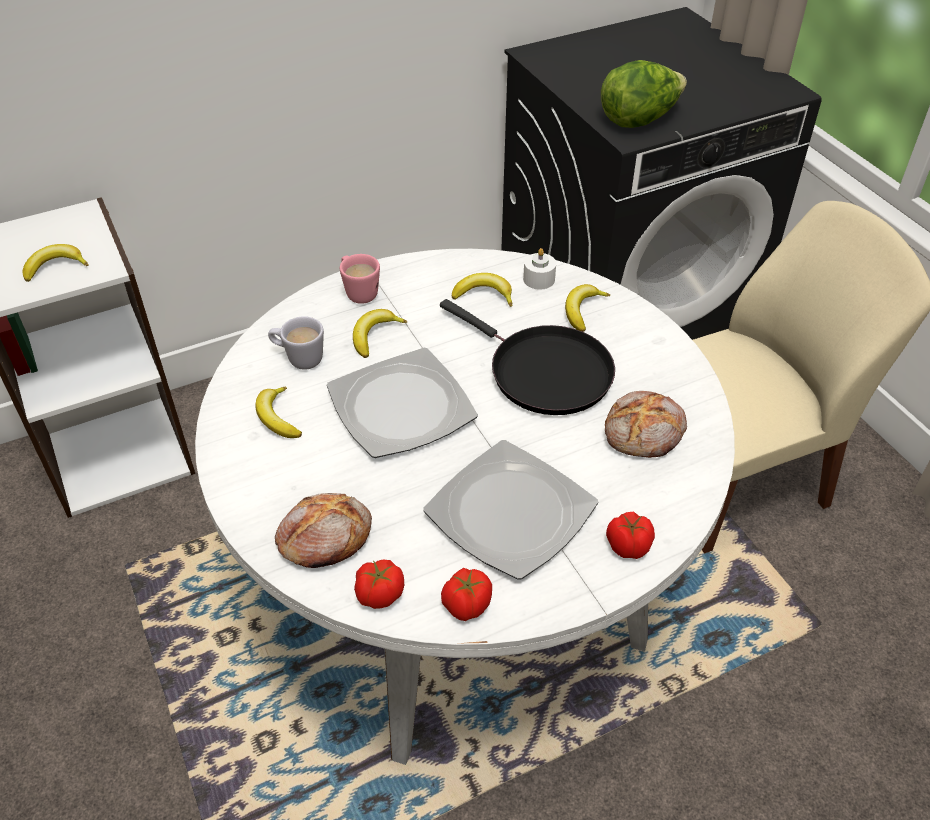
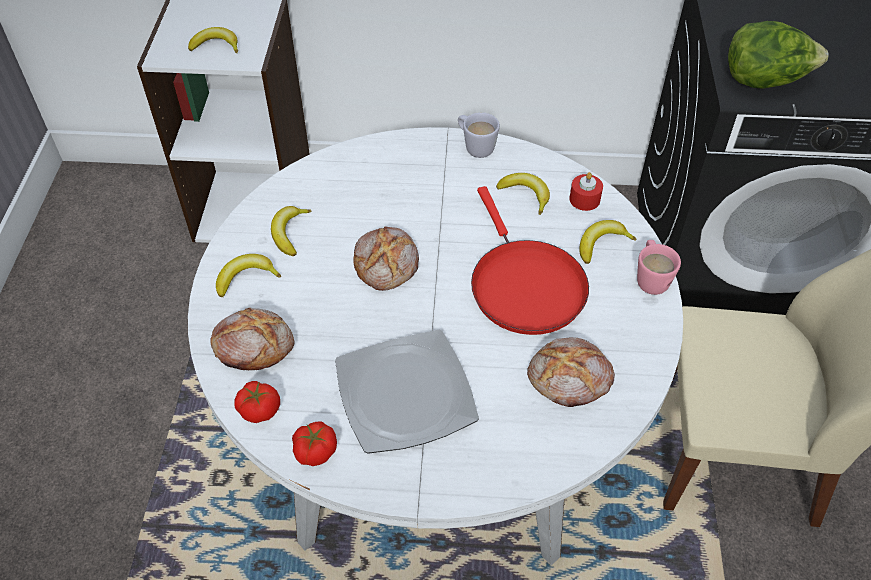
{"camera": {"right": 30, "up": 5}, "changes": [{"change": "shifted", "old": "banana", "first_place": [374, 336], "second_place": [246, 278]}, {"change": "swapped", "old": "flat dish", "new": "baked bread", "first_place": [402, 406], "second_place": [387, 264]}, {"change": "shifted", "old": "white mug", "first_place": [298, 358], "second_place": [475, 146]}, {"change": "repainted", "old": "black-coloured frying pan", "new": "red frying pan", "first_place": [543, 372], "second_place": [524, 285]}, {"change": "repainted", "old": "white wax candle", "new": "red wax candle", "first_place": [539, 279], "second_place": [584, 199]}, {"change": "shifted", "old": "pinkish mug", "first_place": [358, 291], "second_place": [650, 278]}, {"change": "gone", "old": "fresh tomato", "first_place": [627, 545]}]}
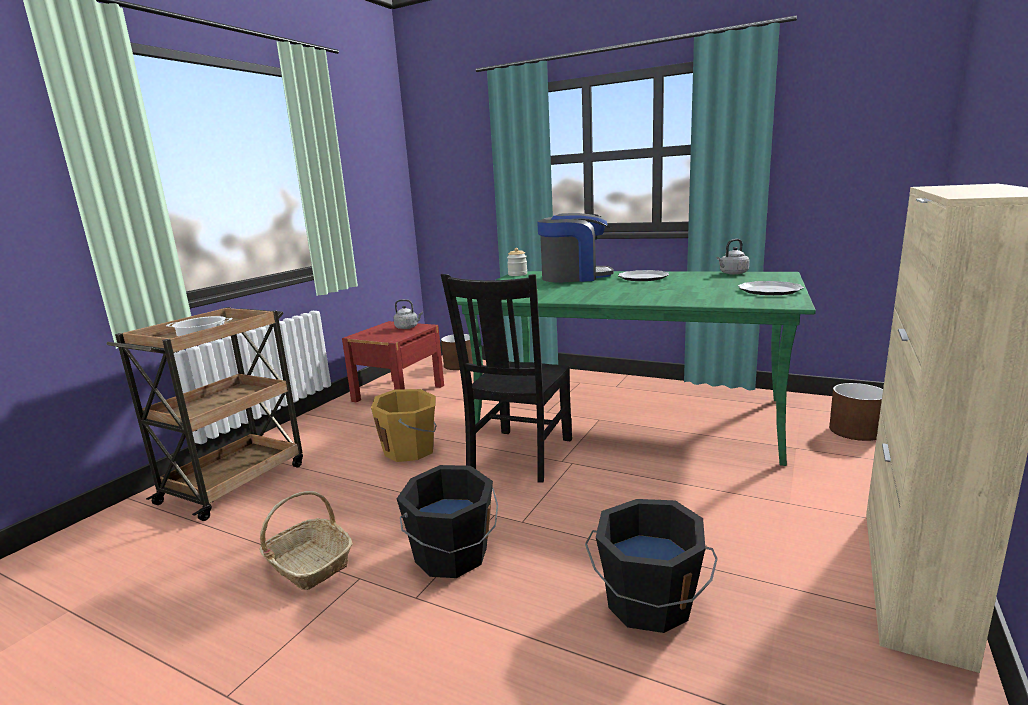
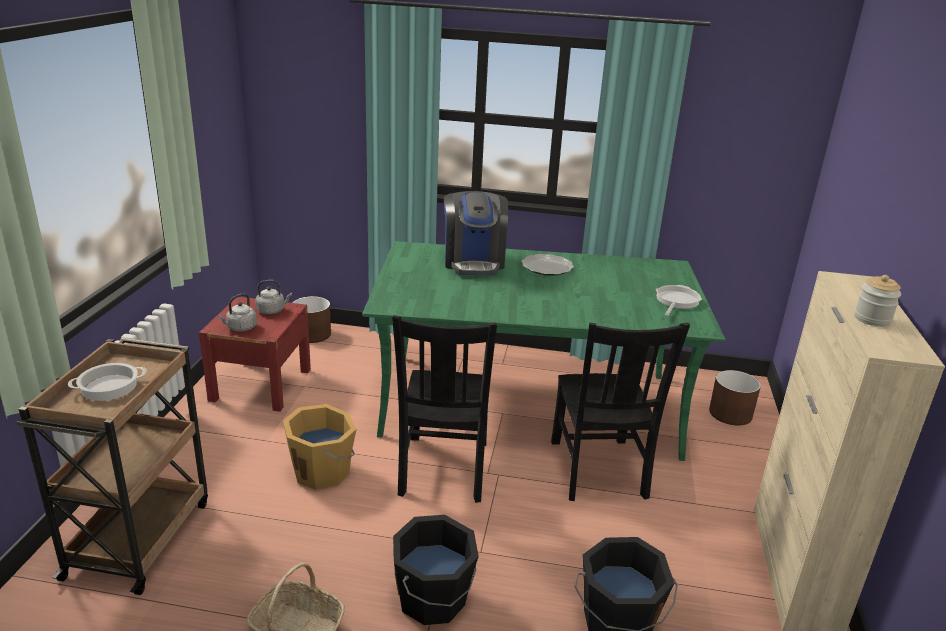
{"camera": {"right": -20, "up": 10}, "changes": [{"change": "shifted", "old": "greyish tea kettle", "first_place": [732, 273], "second_place": [240, 328]}, {"change": "rotated", "old": "coffee brewer", "first_place": [575, 277], "second_place": [474, 262], "degrees": 105}, {"change": "new", "new": "black-coloured chair", "second_place": [598, 471]}, {"change": "swapped", "old": "flat dish", "new": "frying pan", "first_place": [769, 290], "second_place": [676, 301]}, {"change": "shifted", "old": "preserve jar", "first_place": [517, 274], "second_place": [872, 319]}]}
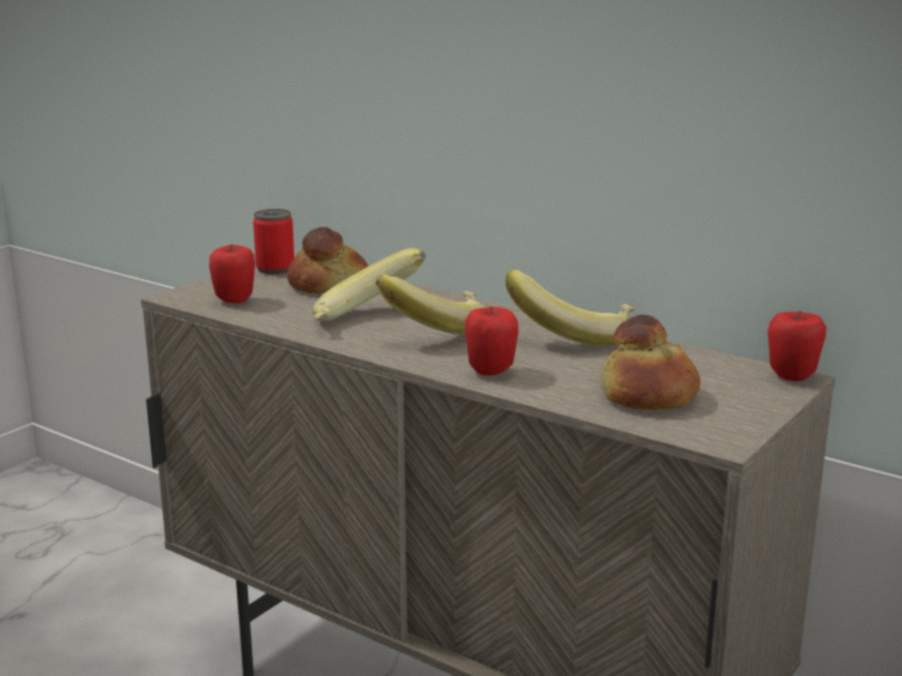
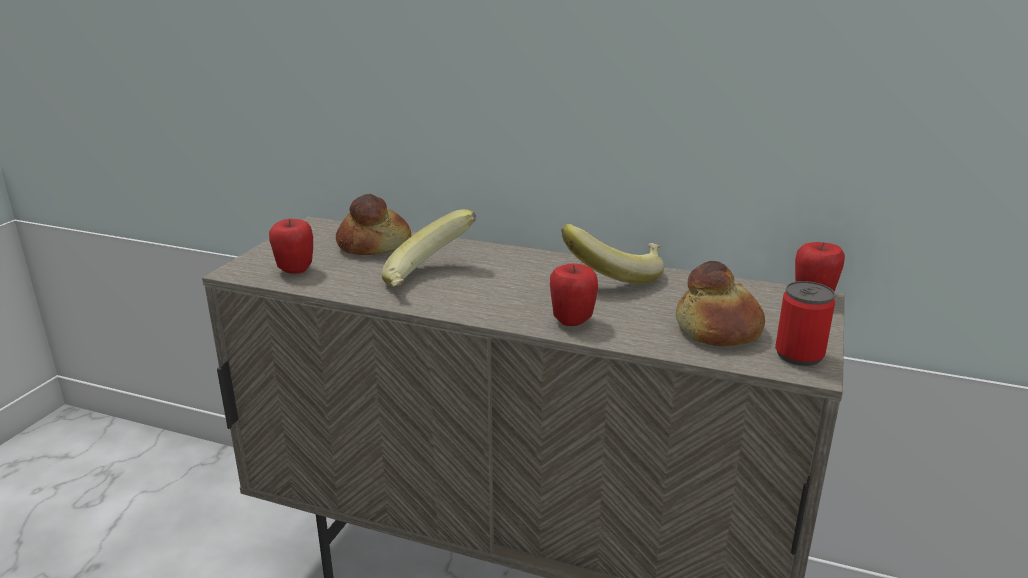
{"camera": {"right": -15, "up": 5}, "changes": [{"change": "shifted", "old": "can", "first_place": [275, 269], "second_place": [799, 355]}, {"change": "gone", "old": "banana", "first_place": [435, 330]}]}
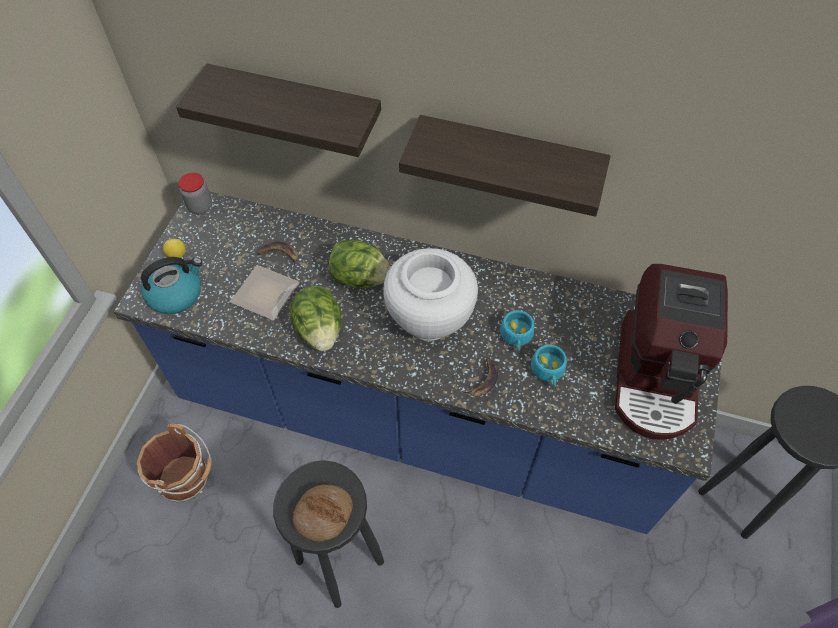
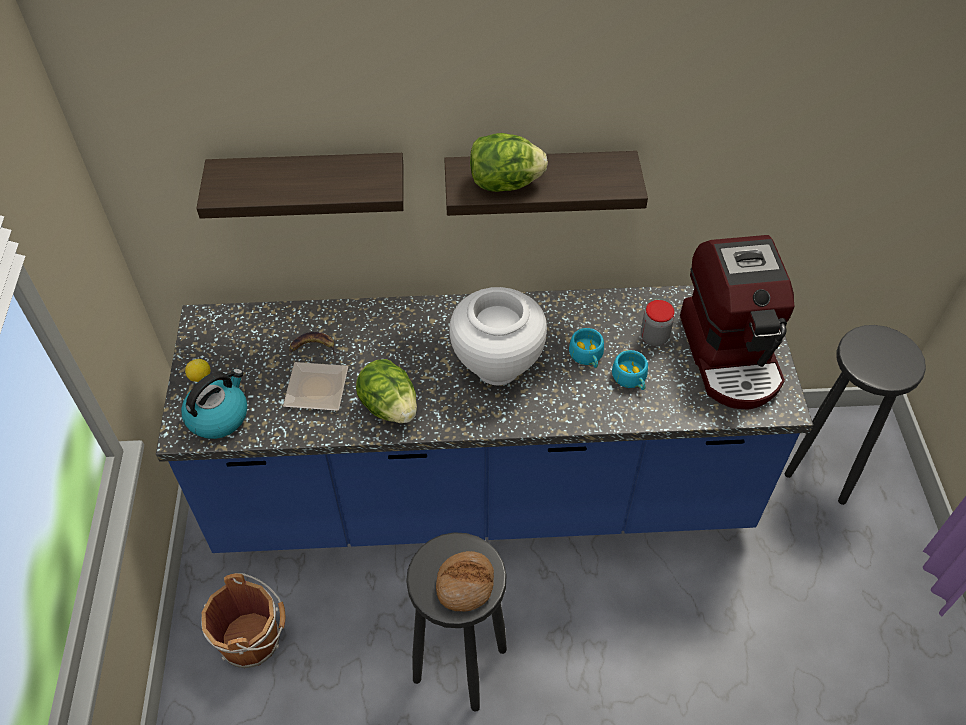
{"camera": {"right": -20, "up": -5}, "changes": [{"change": "shifted", "old": "lettuce", "first_place": [360, 278], "second_place": [504, 183]}, {"change": "shifted", "old": "preserve jar", "first_place": [200, 207], "second_place": [654, 337]}, {"change": "gone", "old": "banana", "first_place": [483, 380]}]}
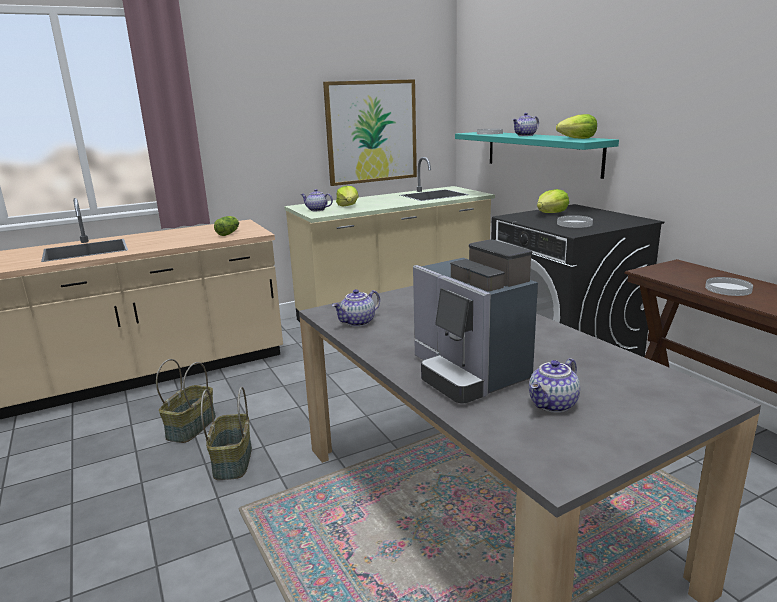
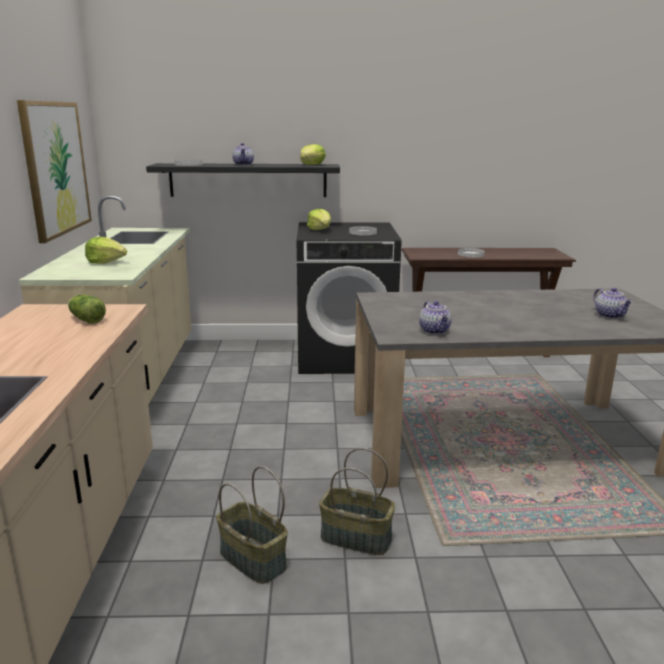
{"camera": {"right": -65, "up": 0}, "changes": [{"change": "repainted", "old": "turquoise-coloured bracket shelf", "new": "black-coloured bracket shelf", "first_place": [541, 152], "second_place": [248, 180]}, {"change": "gone", "old": "tea pot", "first_place": [316, 210]}, {"change": "gone", "old": "coffee brewer", "first_place": [468, 373]}]}
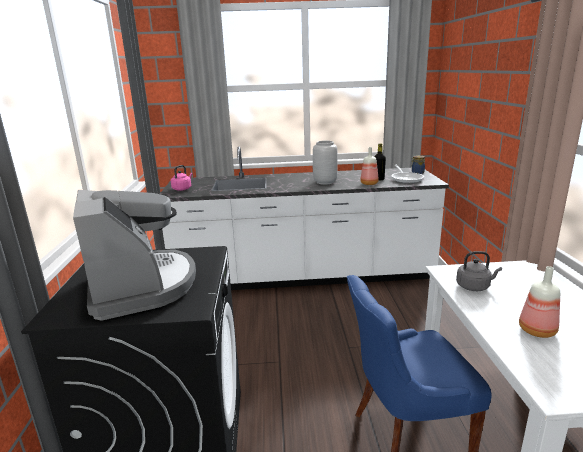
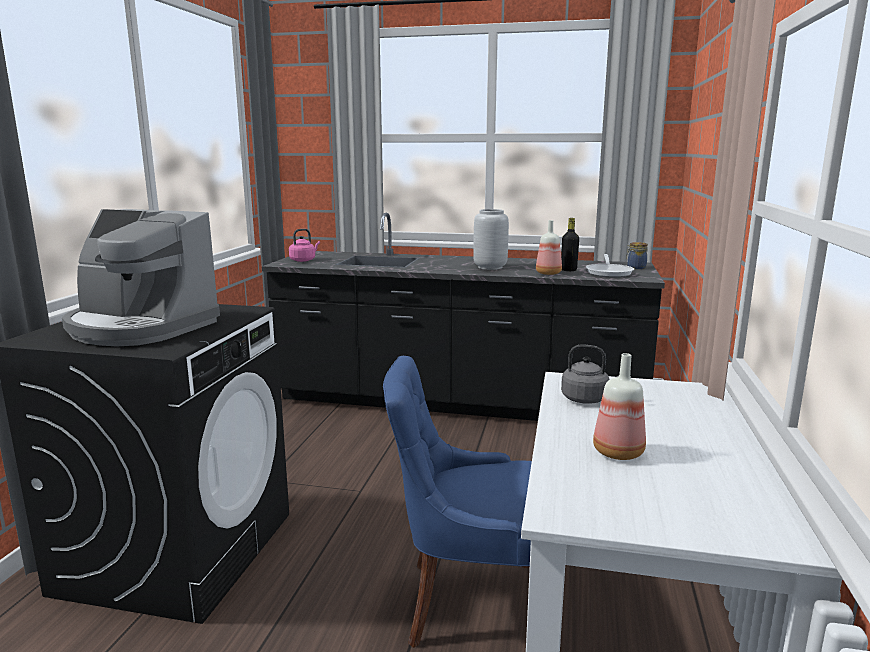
{"camera": {"right": 15, "up": -5}, "changes": [{"change": "rotated", "old": "coffee brewer", "first_place": [141, 286], "second_place": [140, 327], "degrees": 120}, {"change": "repainted", "old": "white kitchen counter", "new": "black-coloured kitchen counter", "first_place": [303, 276], "second_place": [458, 402]}]}
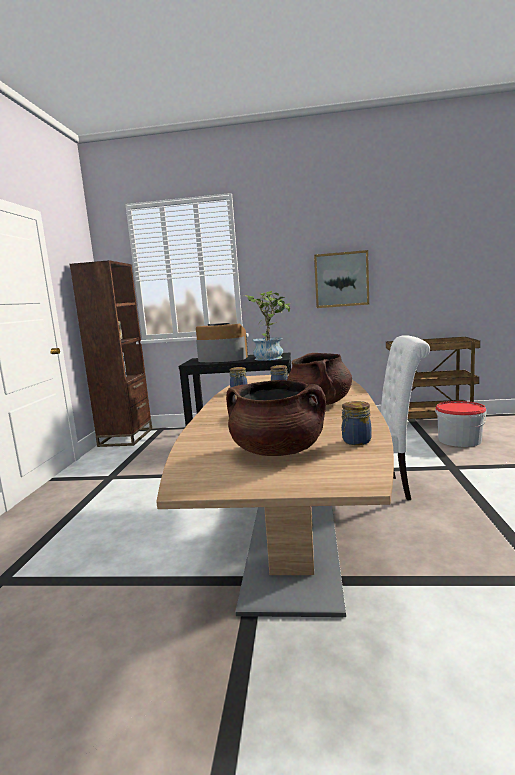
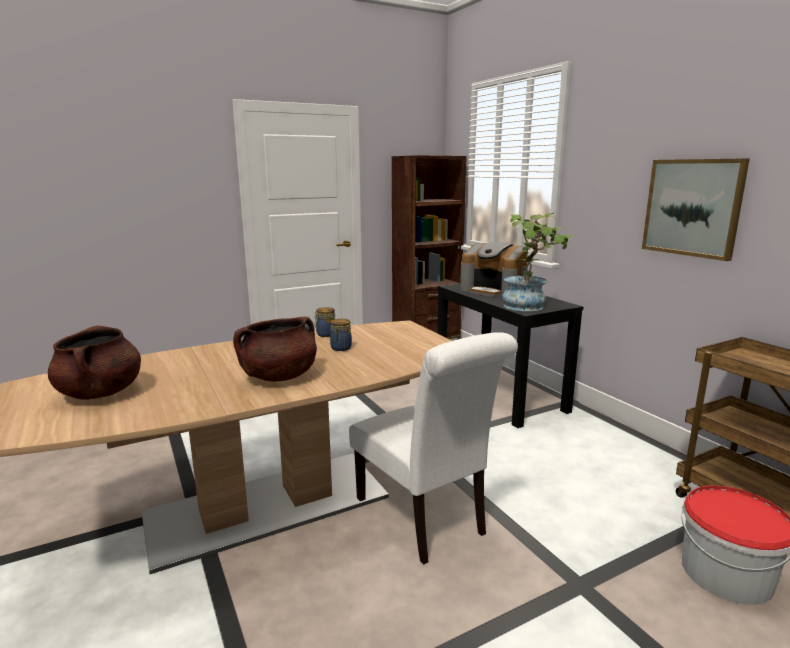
{"camera": {"right": 55, "up": 5}, "changes": [{"change": "rotated", "old": "coffee brewer", "first_place": [222, 359], "second_place": [494, 291], "degrees": 150}, {"change": "gone", "old": "preserve jar", "first_place": [355, 441]}]}
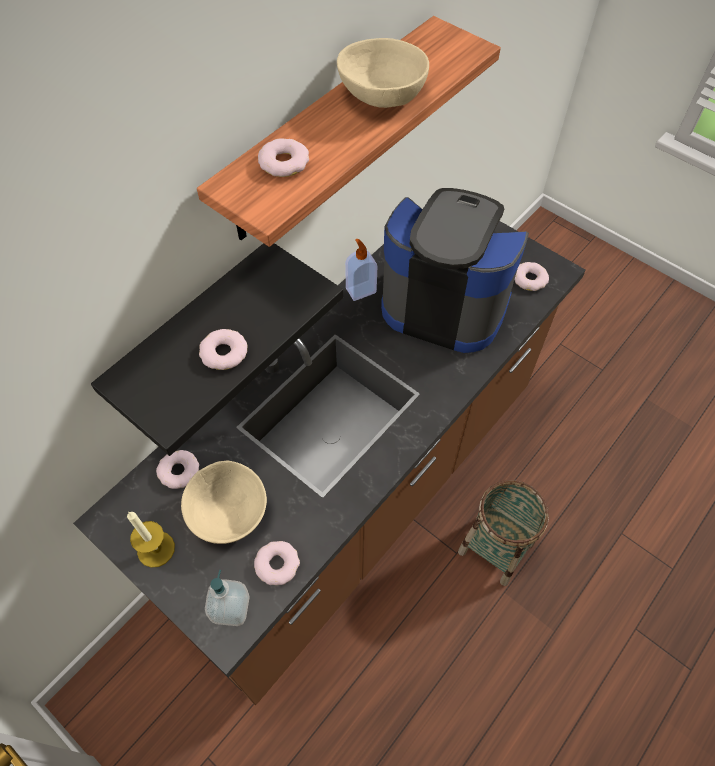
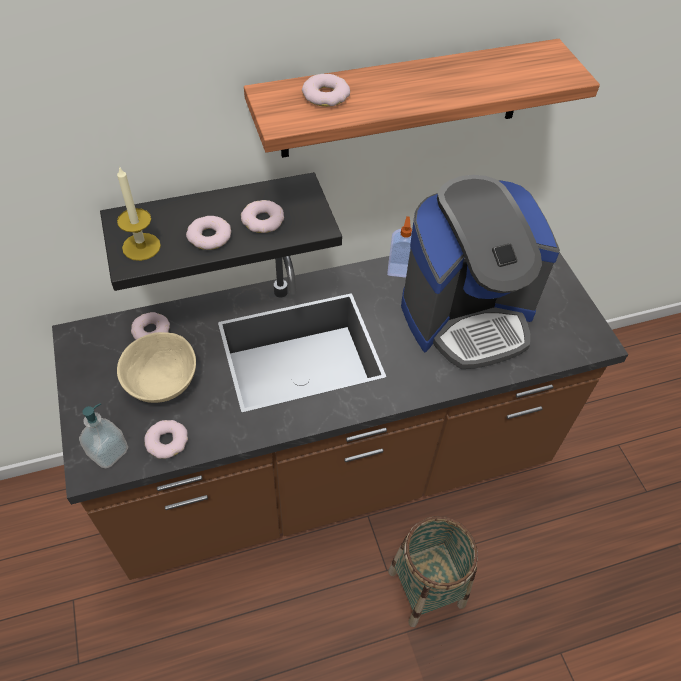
{"camera": {"right": 30, "up": -5}, "changes": [{"change": "shifted", "old": "wax candle", "first_place": [156, 549], "second_place": [141, 246]}, {"change": "shifted", "old": "donut", "first_place": [530, 279], "second_place": [263, 220]}, {"change": "rotated", "old": "coffee brewer", "first_place": [444, 303], "second_place": [466, 316], "degrees": 105}, {"change": "gone", "old": "beige-coloured bowl", "first_place": [383, 96]}]}
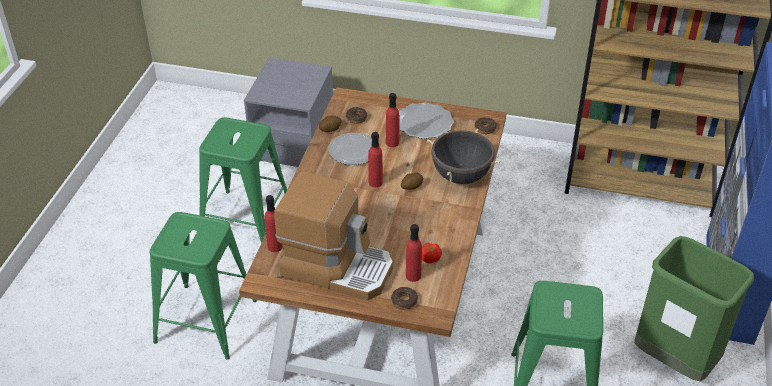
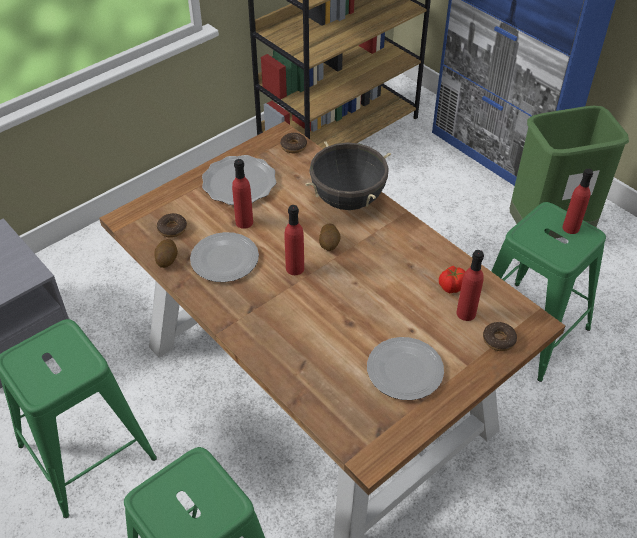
{"camera": {"right": -55, "up": 5}, "changes": [{"change": "swapped", "old": "coffee brewer", "new": "flat dish", "first_place": [337, 267], "second_place": [403, 370]}, {"change": "shifted", "old": "red beverage bottle", "first_place": [275, 246], "second_place": [570, 228]}]}
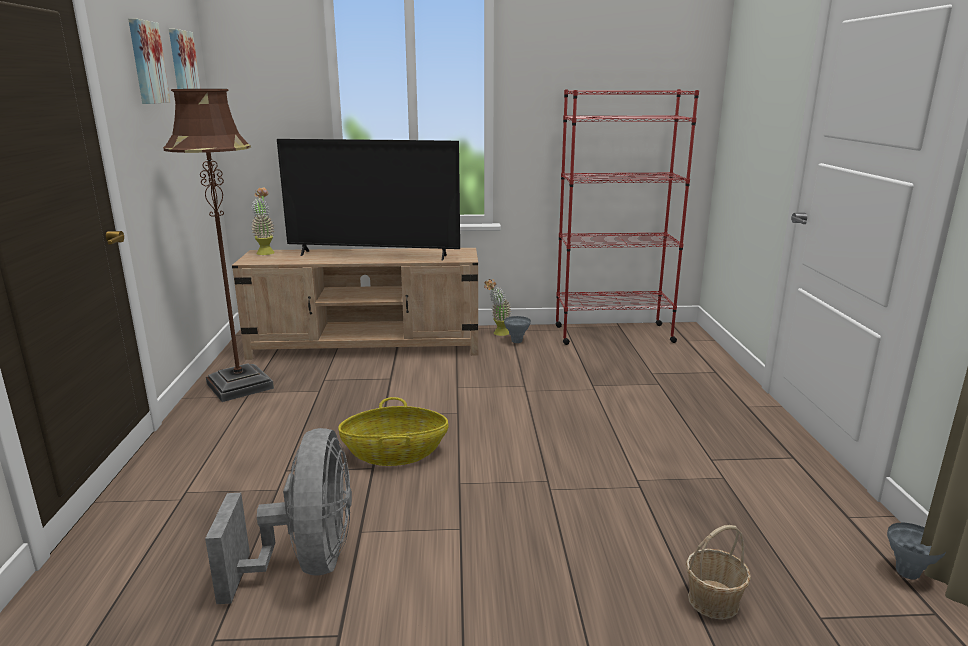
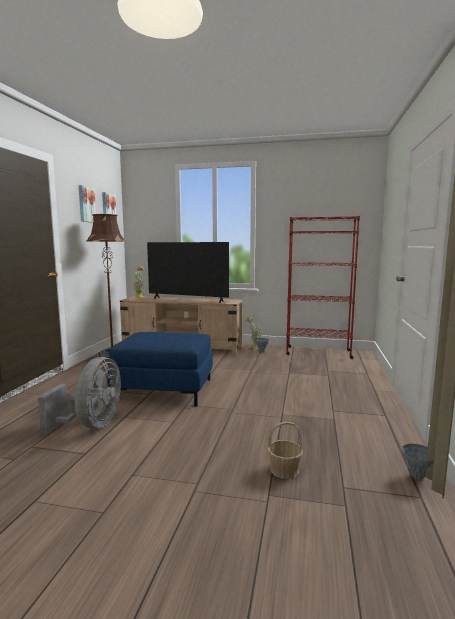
{"camera": {"right": 15, "up": -10}, "changes": [{"change": "swapped", "old": "household basket", "new": "blue pouffe", "first_place": [395, 453], "second_place": [164, 389]}]}
